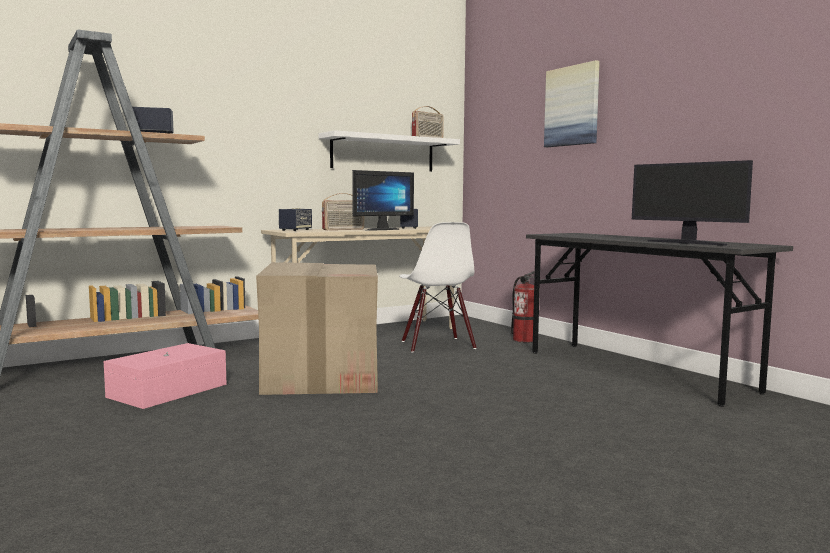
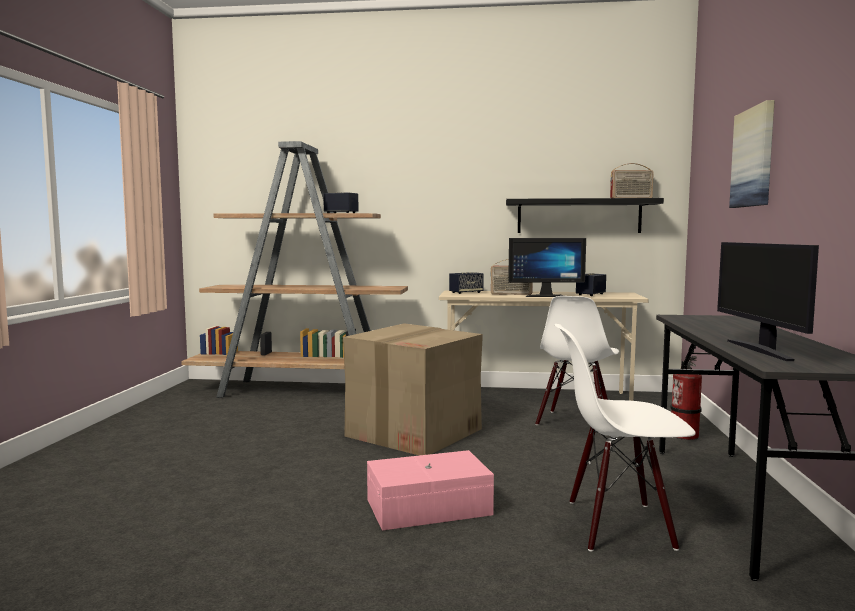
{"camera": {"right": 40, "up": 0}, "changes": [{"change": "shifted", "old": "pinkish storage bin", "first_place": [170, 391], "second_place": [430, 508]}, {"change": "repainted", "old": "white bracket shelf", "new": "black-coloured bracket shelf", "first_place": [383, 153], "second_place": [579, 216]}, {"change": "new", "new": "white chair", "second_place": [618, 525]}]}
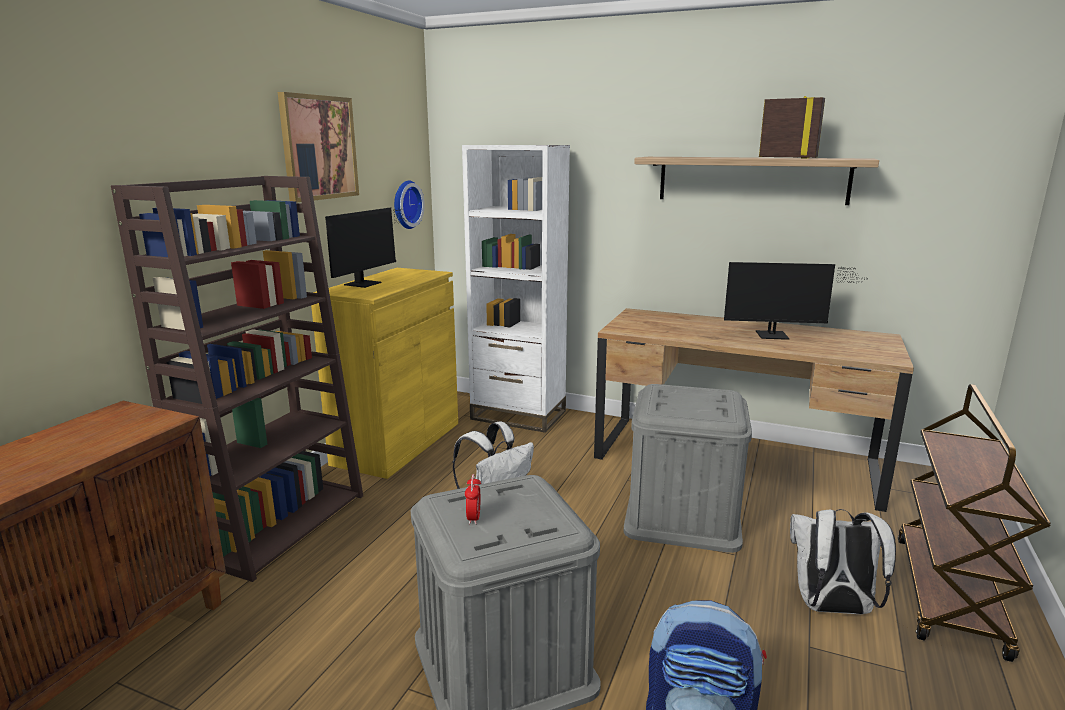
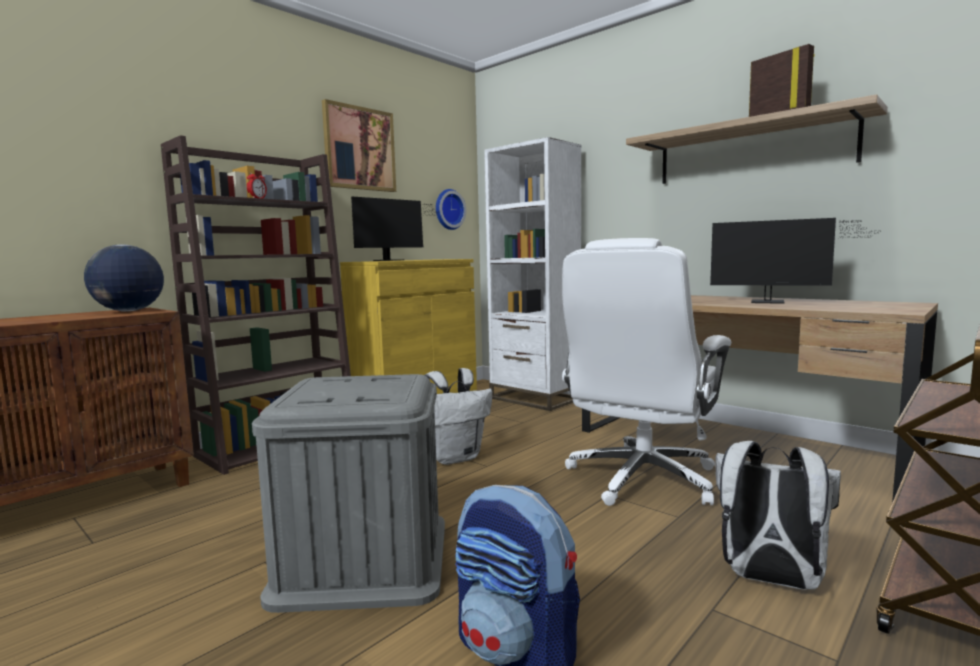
{"camera": {"right": 20, "up": -10}, "changes": [{"change": "new", "new": "globe", "second_place": [128, 311]}, {"change": "shifted", "old": "alarm clock", "first_place": [473, 518], "second_place": [257, 199]}, {"change": "swapped", "old": "greyish storage bin", "new": "white computer chair", "first_place": [682, 515], "second_place": [641, 479]}]}
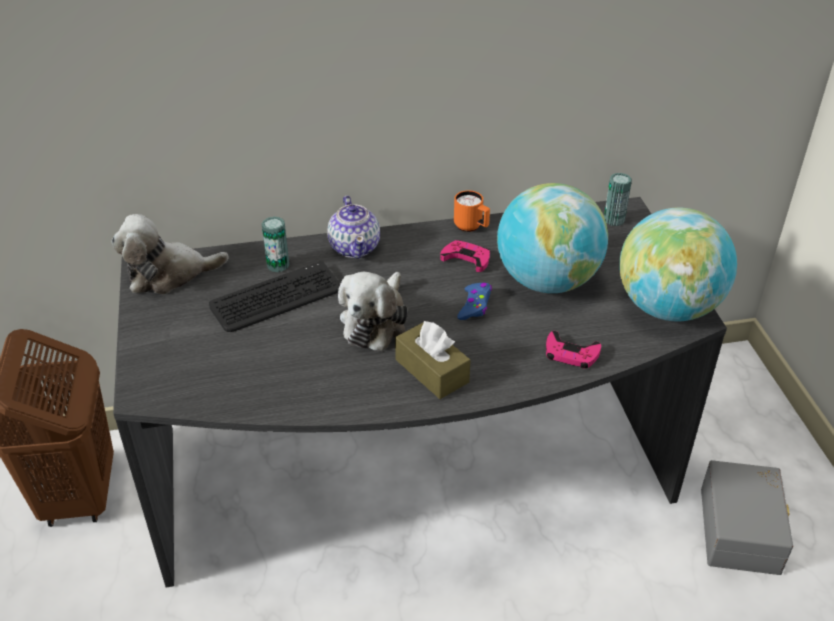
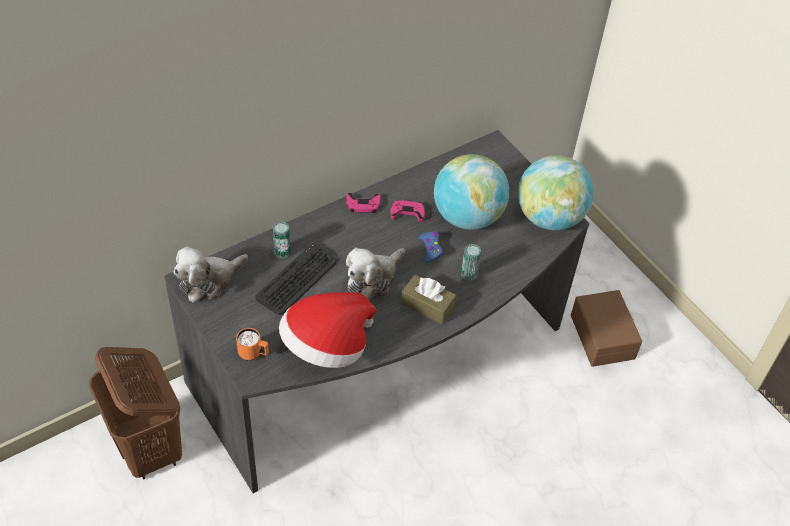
{"camera": {"right": -25, "up": 10}, "changes": [{"change": "shifted", "old": "orange mug", "first_place": [471, 227], "second_place": [253, 354]}, {"change": "new", "new": "wearable hat", "second_place": [326, 347]}, {"change": "shifted", "old": "pinkish gamepad", "first_place": [571, 354], "second_place": [363, 205]}, {"change": "rotated", "old": "plush toy", "first_place": [375, 322], "second_place": [373, 279], "degrees": 45}, {"change": "shifted", "old": "can", "first_place": [614, 220], "second_place": [469, 274]}, {"change": "repainted", "old": "greyish storage bin", "new": "brownish storage bin", "first_place": [742, 530], "second_place": [604, 336]}, {"change": "gone", "old": "tea pot", "first_place": [355, 247]}]}
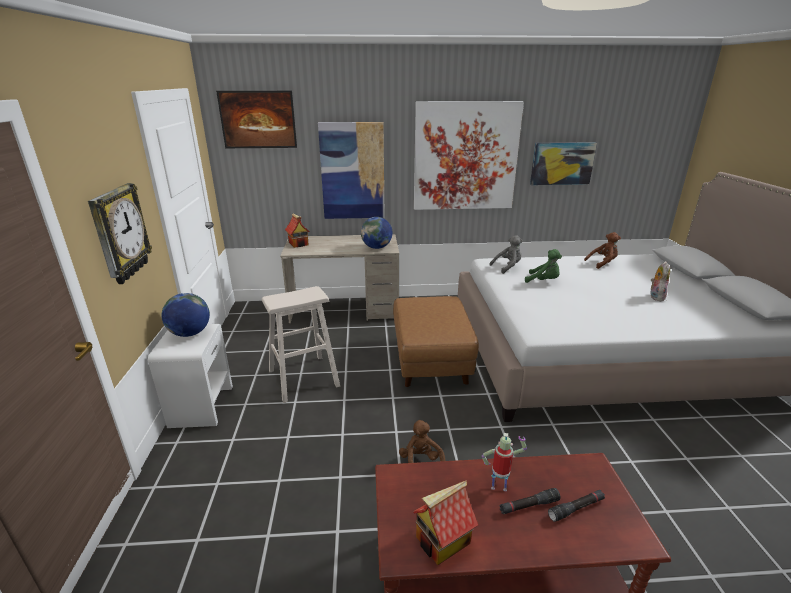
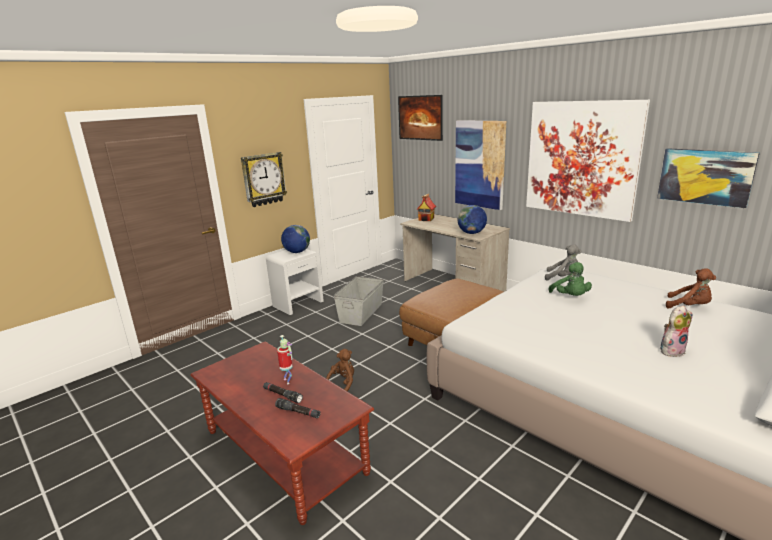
{"camera": {"right": 50, "up": -5}, "changes": [{"change": "swapped", "old": "beige-coloured sitting stool", "new": "greyish storage bin", "first_place": [303, 378], "second_place": [361, 313]}, {"change": "gone", "old": "miniature house", "first_place": [443, 541]}]}
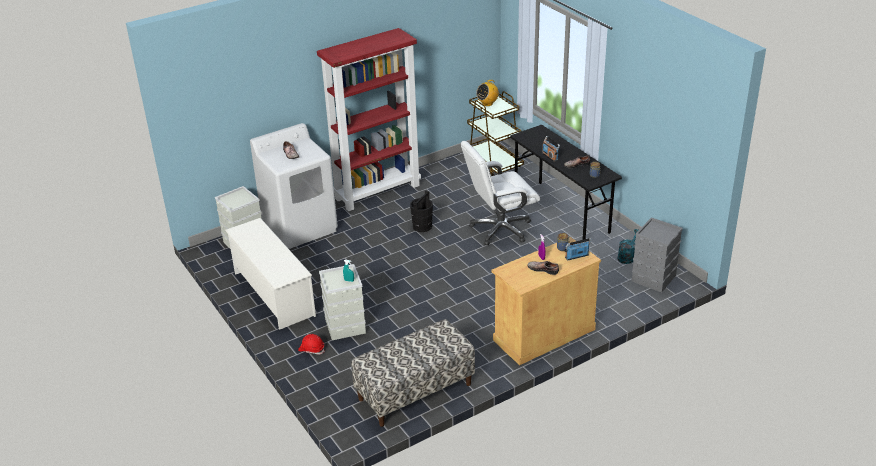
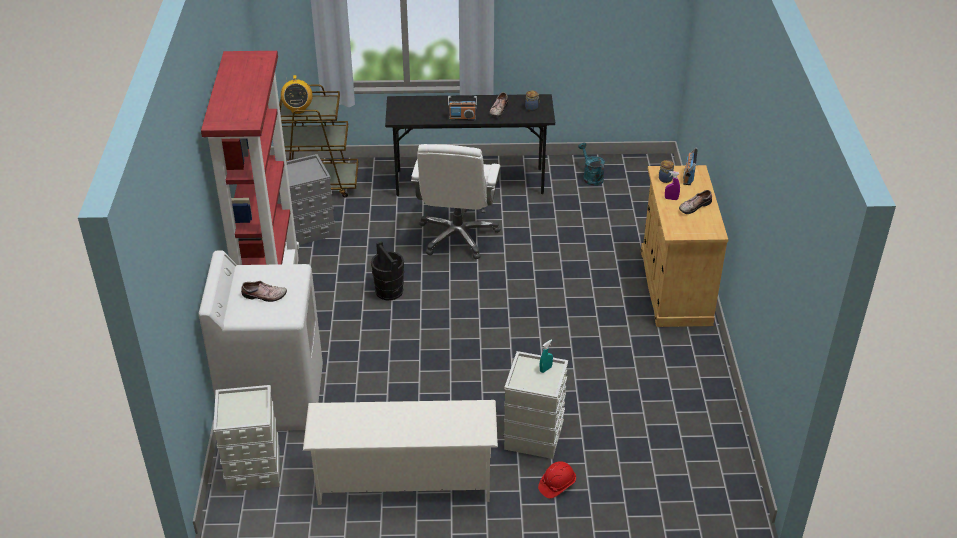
{"camera": {"right": -60, "up": 5}, "changes": [{"change": "shifted", "old": "greyish storage bin", "first_place": [654, 279], "second_place": [310, 229]}, {"change": "gone", "old": "indoor bench", "first_place": [415, 392]}]}
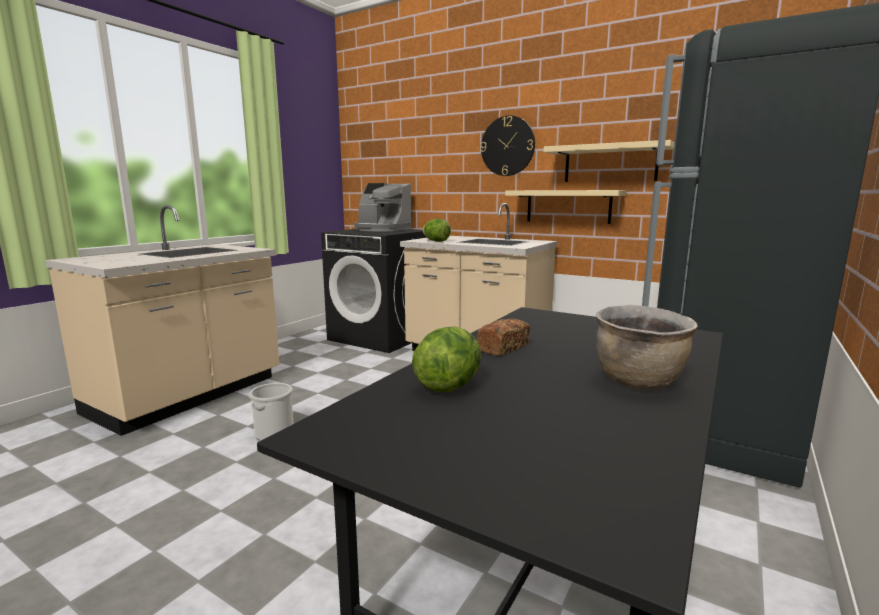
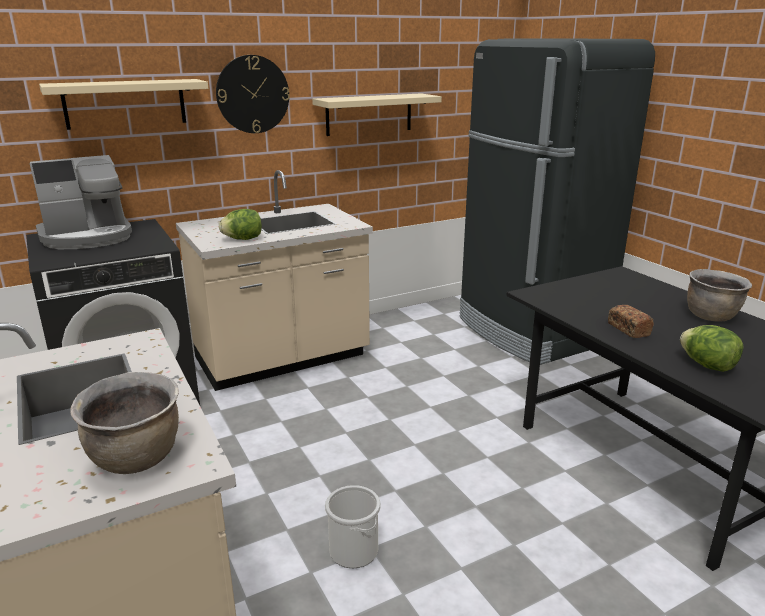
{"camera": {"right": -60, "up": 10}, "changes": [{"change": "shifted", "old": "beige-coloured bracket shelf", "first_place": [568, 206], "second_place": [125, 103]}, {"change": "new", "new": "brownish stockpot", "second_place": [137, 458]}]}
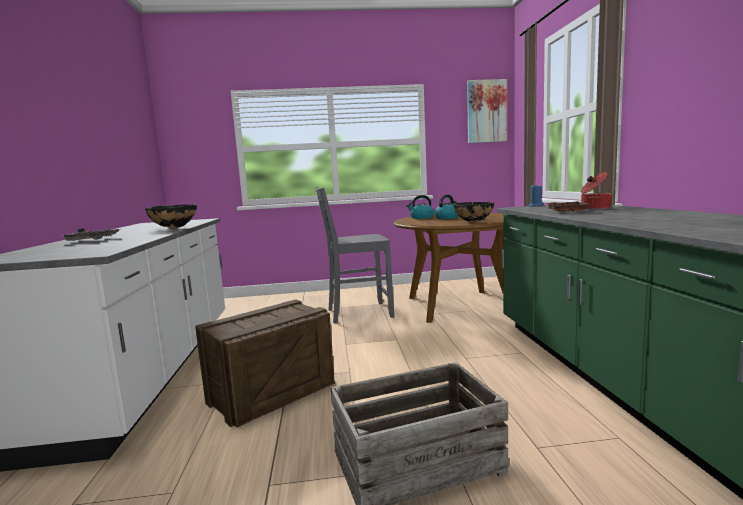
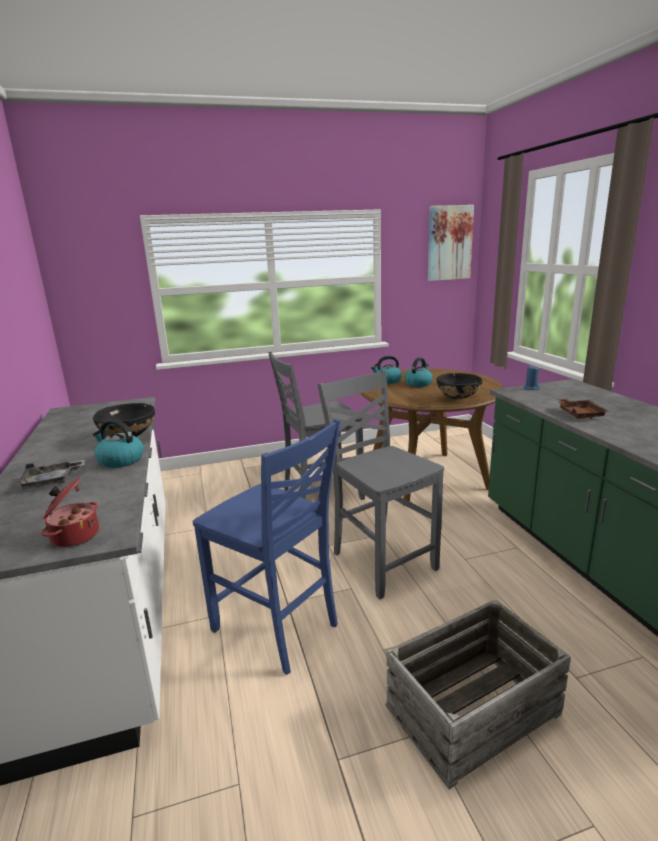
{"camera": {"right": -10, "up": 10}, "changes": [{"change": "shifted", "old": "stockpot", "first_place": [594, 208], "second_place": [74, 536]}, {"change": "new", "new": "tea kettle", "second_place": [120, 460]}, {"change": "swapped", "old": "shipping crate", "new": "blue chair", "first_place": [270, 393], "second_place": [277, 628]}, {"change": "new", "new": "greyish chair", "second_place": [382, 561]}]}
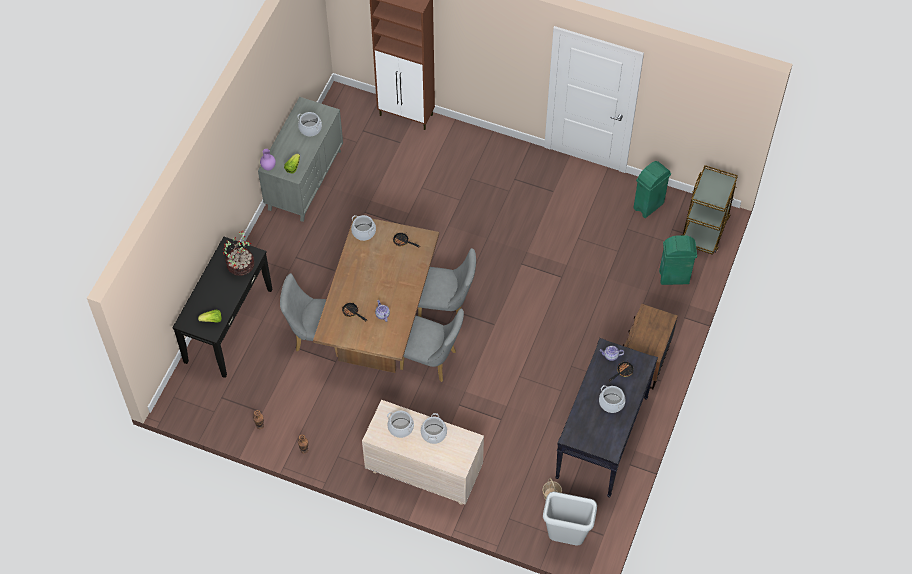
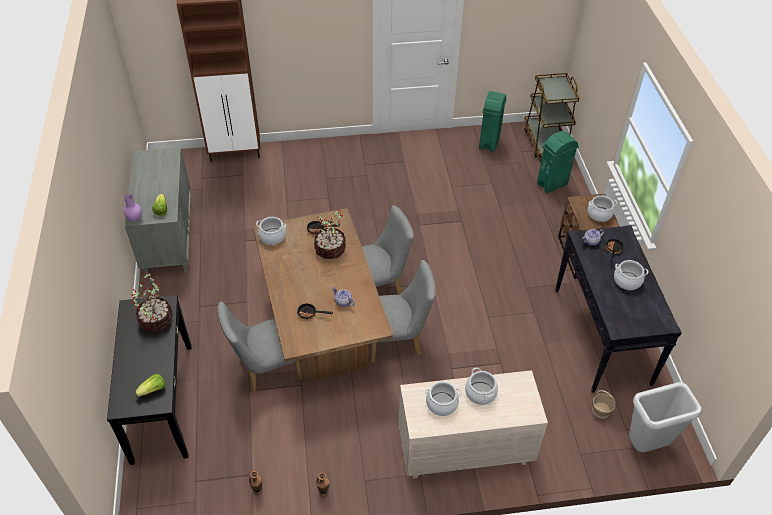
{"camera": {"right": -30, "up": -10}, "changes": [{"change": "new", "new": "houseplant", "second_place": [330, 250]}, {"change": "shifted", "old": "stockpot", "first_place": [310, 128], "second_place": [599, 214]}]}
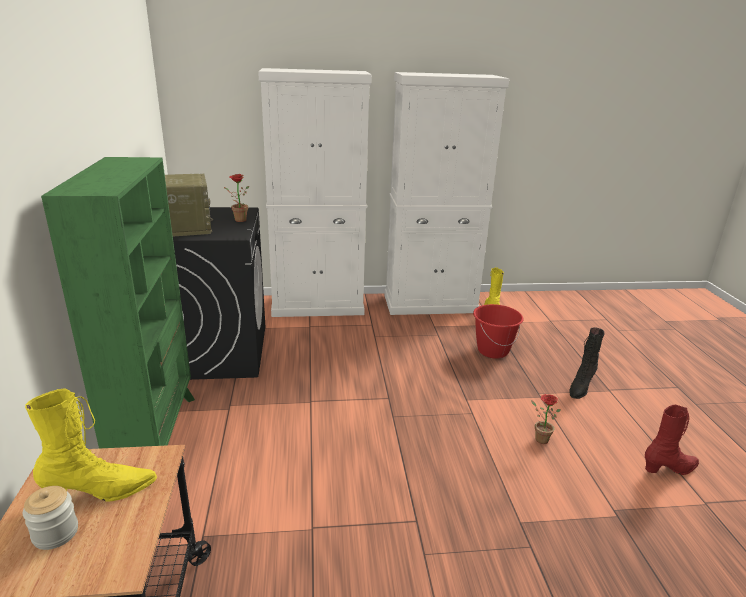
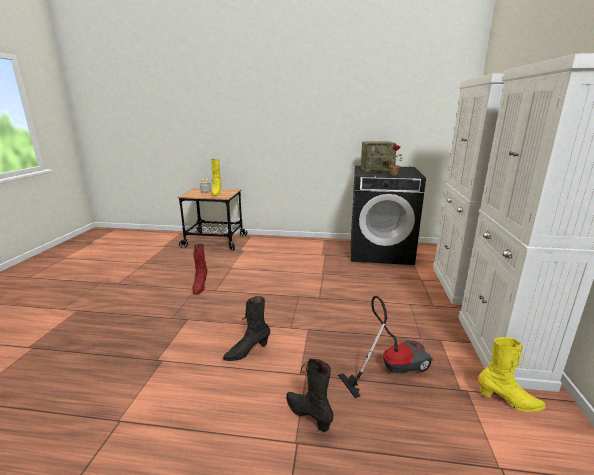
{"camera": {"right": 105, "up": -5}, "changes": [{"change": "shifted", "old": "red high-top boot", "first_place": [669, 469], "second_place": [200, 286]}, {"change": "swapped", "old": "houseplant", "new": "black-coloured high-top boot", "first_place": [539, 438], "second_place": [247, 351]}, {"change": "swapped", "old": "red water bucket", "new": "vacuum", "first_place": [492, 351], "second_place": [390, 368]}, {"change": "gone", "old": "greenish shelving unit", "first_place": [156, 436]}]}
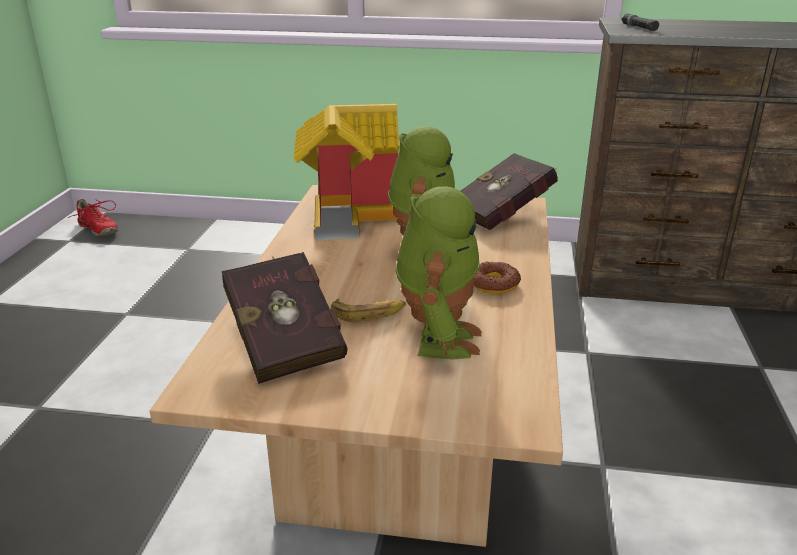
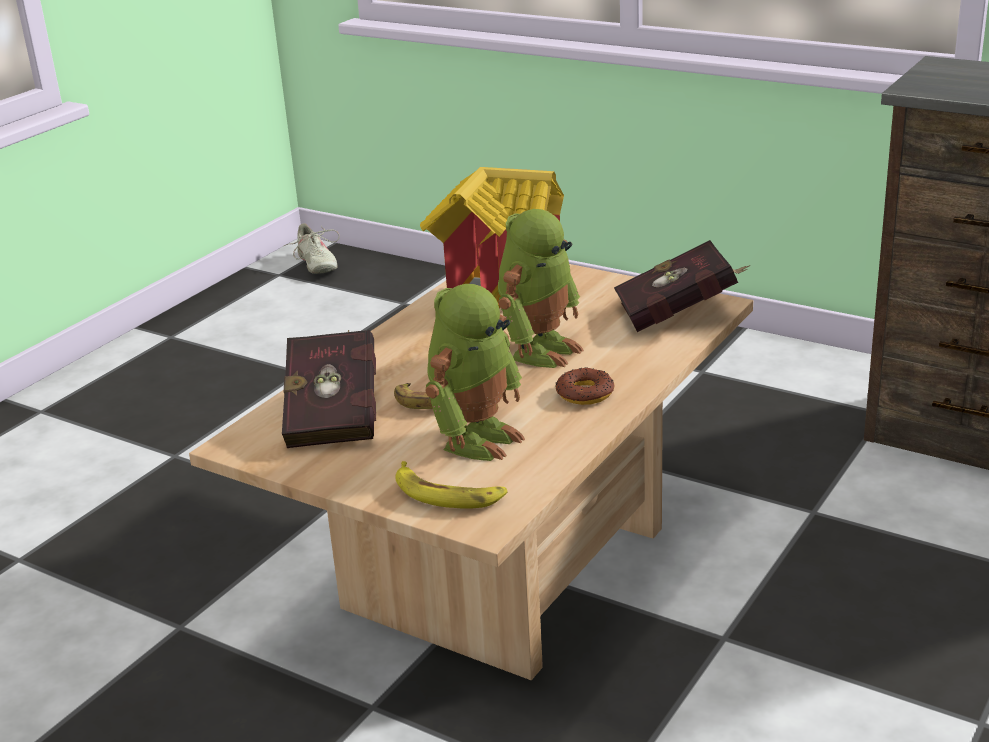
{"camera": {"right": 25, "up": 0}, "changes": [{"change": "repainted", "old": "red shoe", "new": "beige-coloured shoe", "first_place": [97, 229], "second_place": [316, 264]}, {"change": "new", "new": "banana", "second_place": [447, 494]}, {"change": "gone", "old": "black-coloured torch", "first_place": [639, 27]}]}
